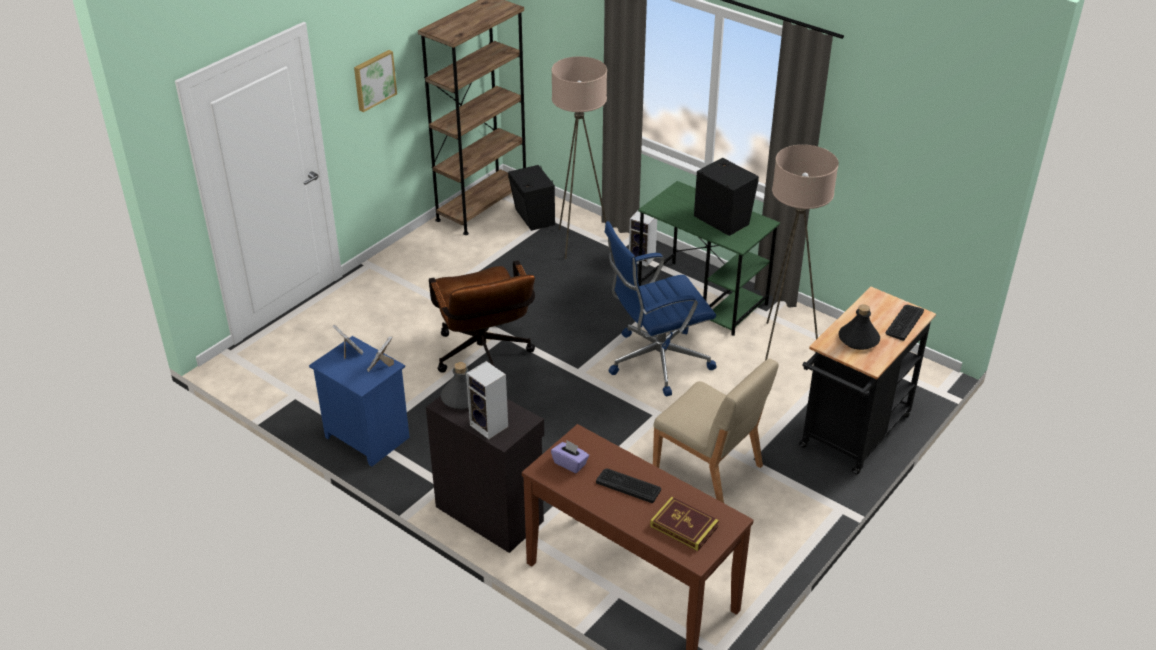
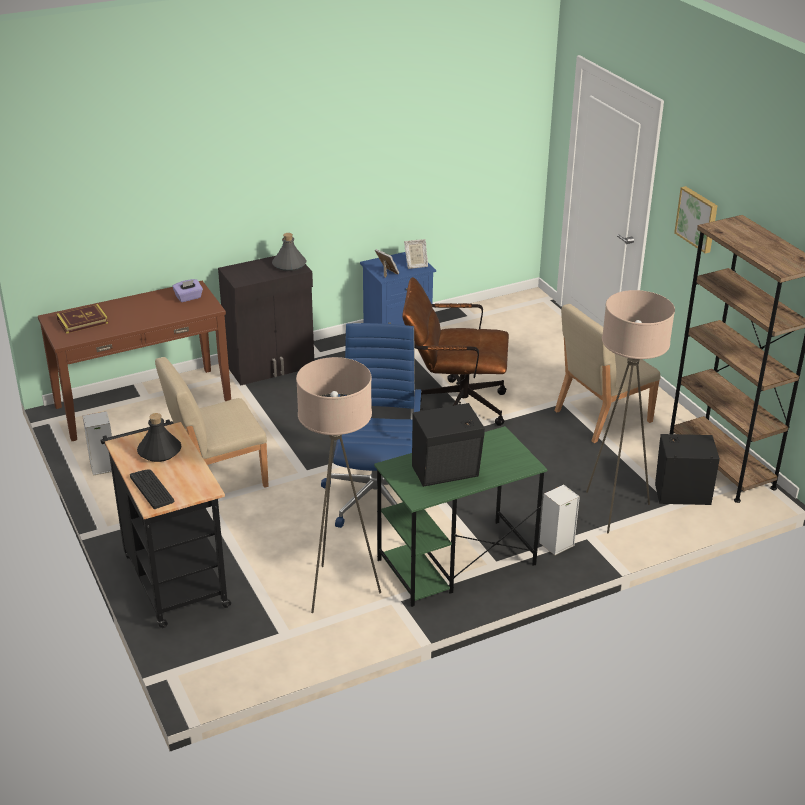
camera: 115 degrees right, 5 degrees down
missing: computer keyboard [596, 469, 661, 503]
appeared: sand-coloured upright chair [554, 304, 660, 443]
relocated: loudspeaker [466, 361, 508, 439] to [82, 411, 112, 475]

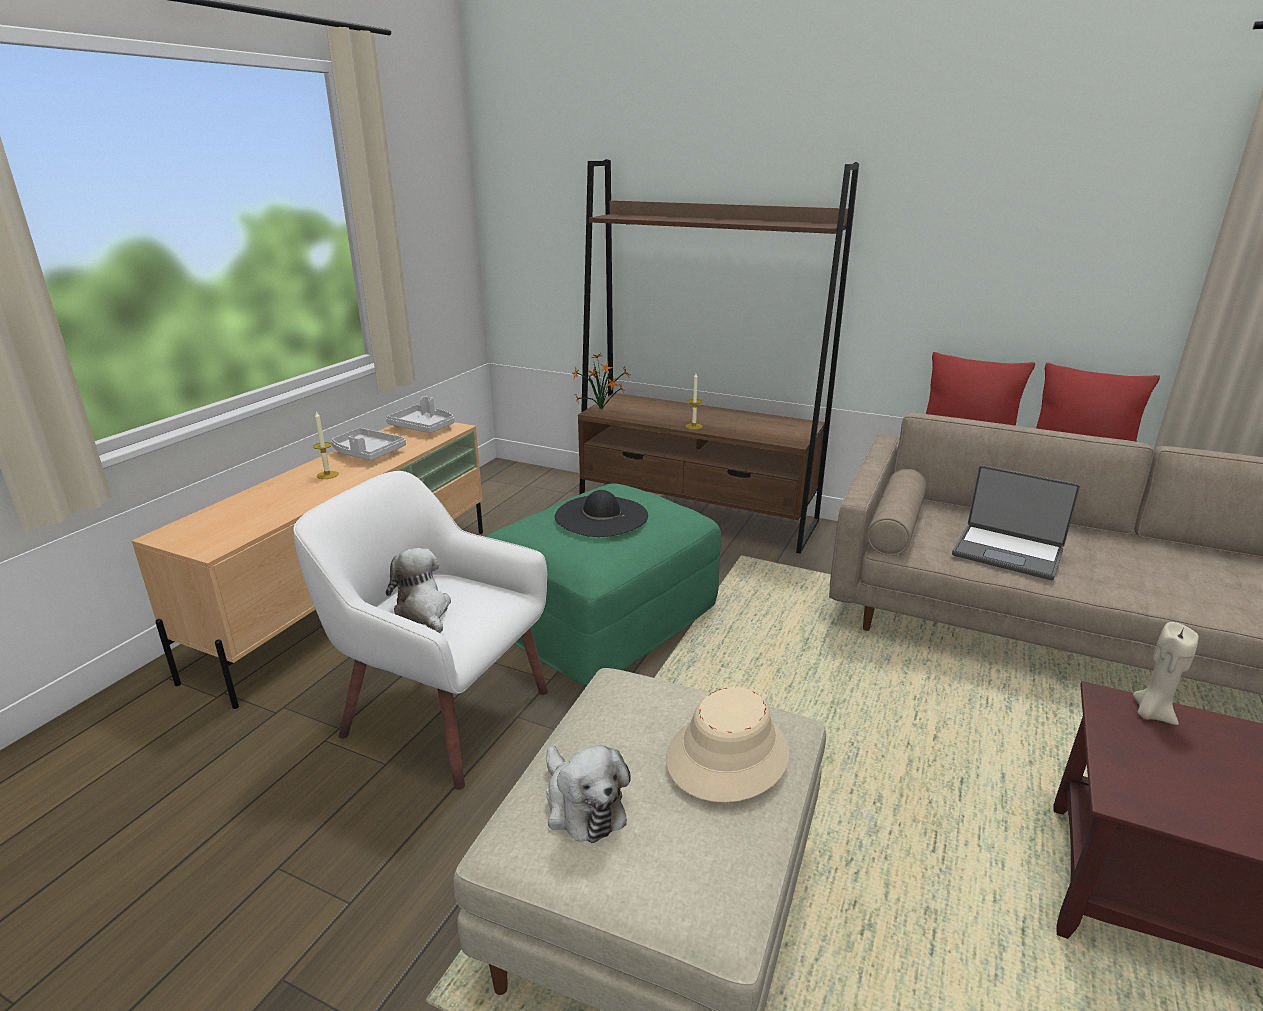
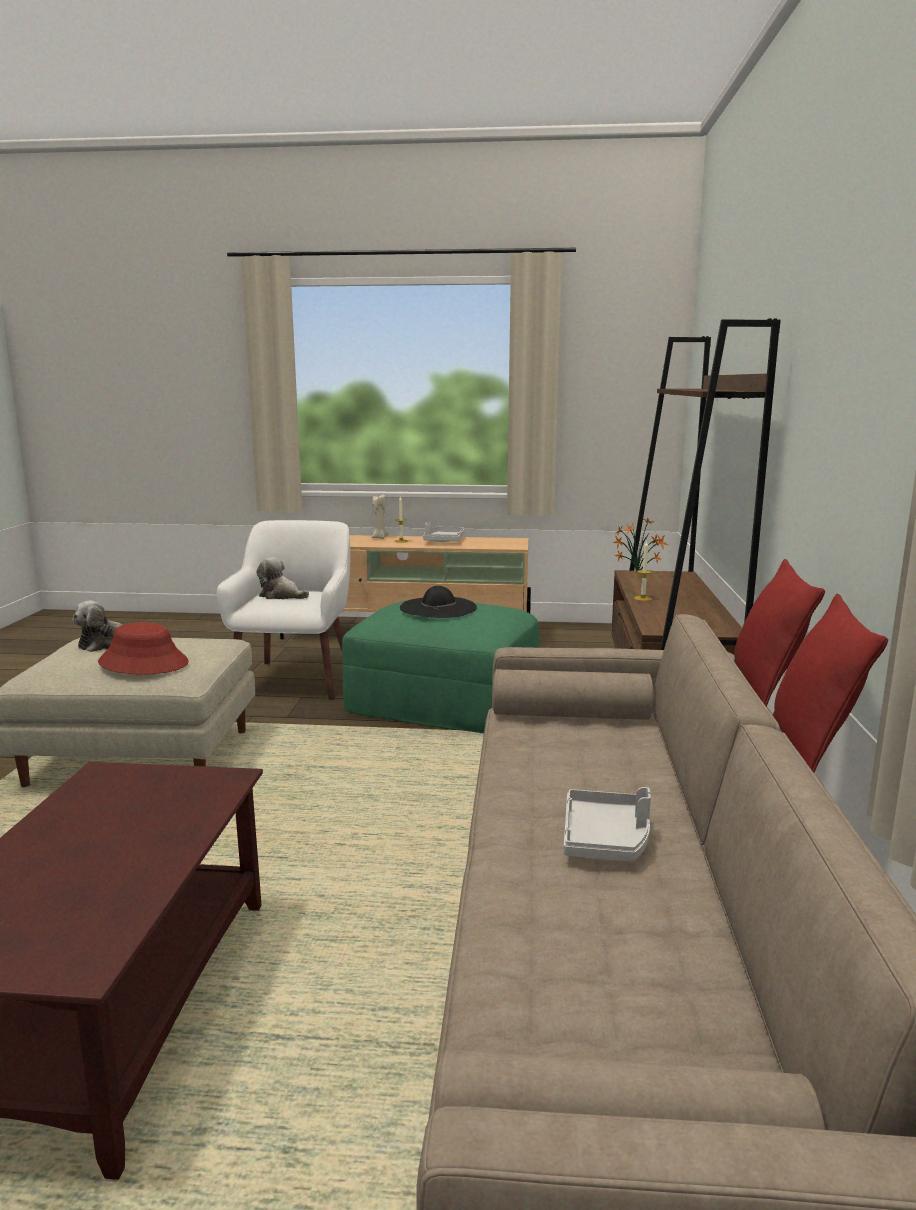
camera: 70 degrees right, 10 degrees down
missing: portable computer [952, 465, 1080, 580]
relocated: grey serving tray [386, 396, 455, 433] to [564, 787, 651, 861]; sand-coloured wax light [1133, 622, 1199, 725] to [371, 494, 389, 539]
colour: sand-coloured clothing hat [666, 687, 790, 803] to reddish clothing hat [98, 622, 189, 675]
spun: cuddly toy [386, 548, 451, 633] = [256, 557, 309, 599] 105 degrees counterclockwise

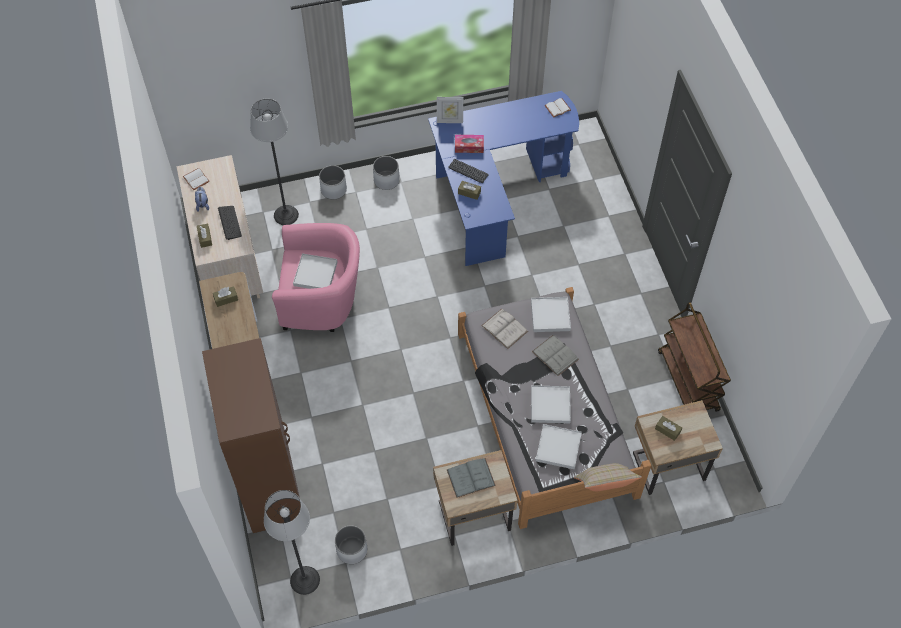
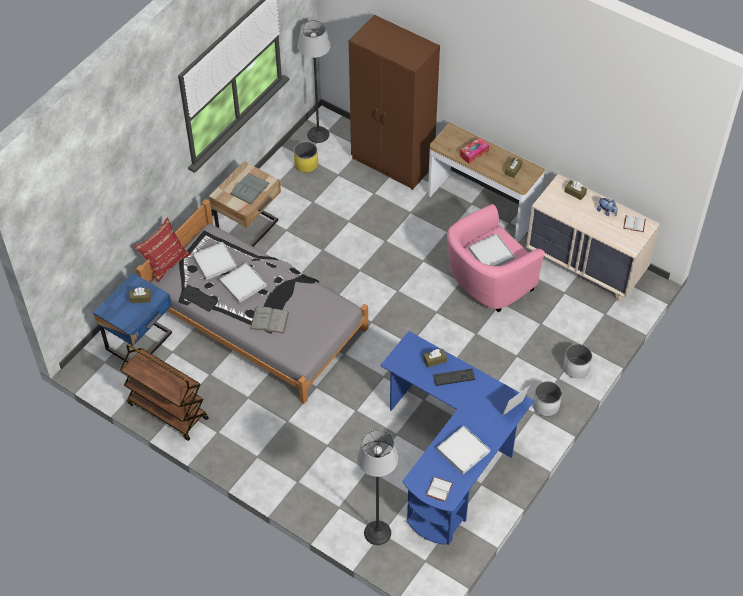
camera: 140 degrees right, 5 degrees down
missing: white book [482, 309, 528, 349]
relocated: computer keyboard [218, 206, 242, 240] to [180, 285, 218, 312]; standing lamp [250, 99, 299, 225] to [357, 430, 398, 545]; tissue box [455, 135, 484, 153] to [460, 138, 489, 164]; white serving tray [531, 297, 571, 332] to [437, 426, 490, 474]
colour: white flower pot [335, 525, 367, 564] to yellowish flower pot [294, 141, 318, 173]; sand-coloured throw pillow [573, 463, 642, 491] to reddish throw pillow [134, 217, 190, 282]; sand-coloured night table [633, 400, 723, 495] to blue night table [93, 273, 172, 363]

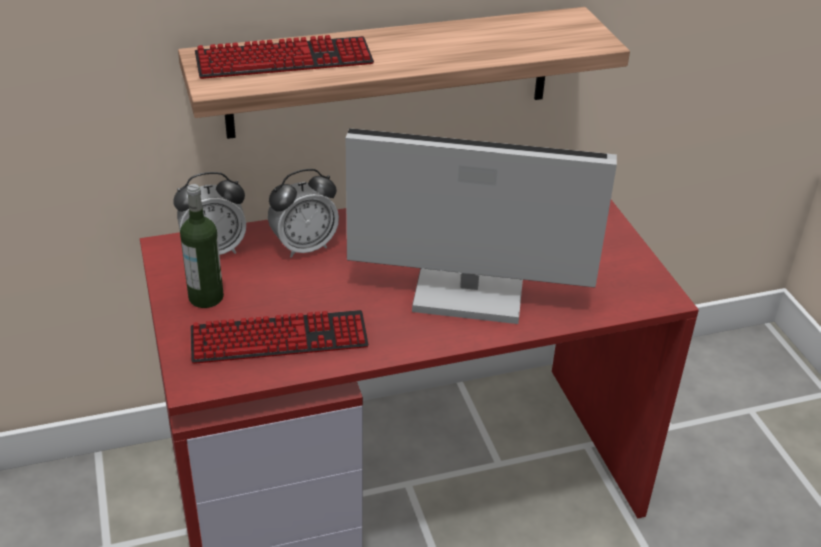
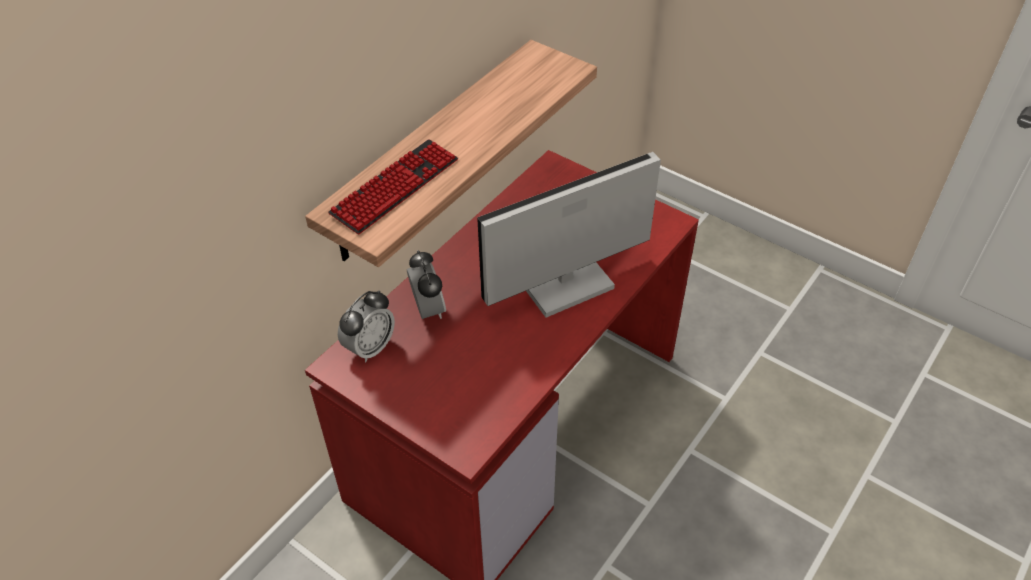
camera: 35 degrees left, 10 degrees up
missing: beverage bottle [180, 184, 224, 308]; computer keyboard [191, 310, 369, 364]
spun: table clock [268, 169, 339, 258] = [407, 250, 446, 319] 45 degrees counterclockwise

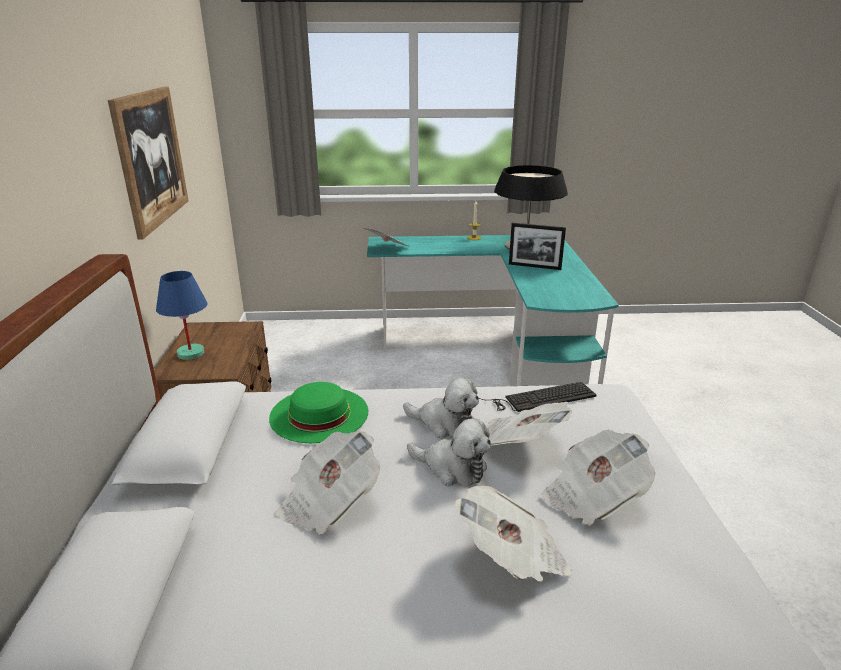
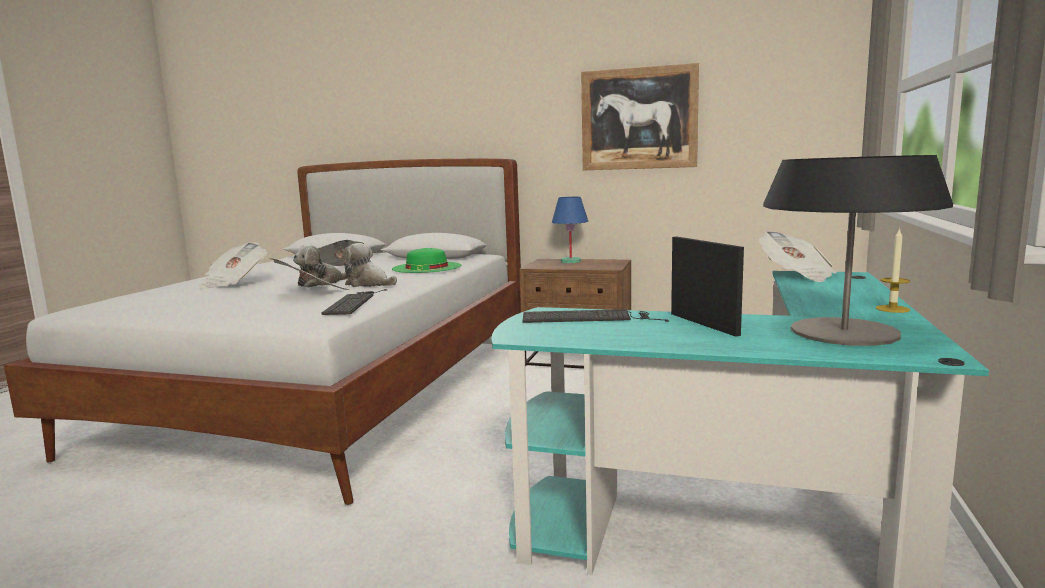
camera: 110 degrees right, 15 degrees down
missing: printed paper [542, 430, 655, 526]
appeared: computer keyboard [523, 309, 669, 323]
spun: cuddly toy [403, 378, 479, 439] = [342, 243, 397, 287] 75 degrees clockwise; photo frame [509, 223, 566, 270] = [671, 237, 744, 337] 120 degrees clockwise

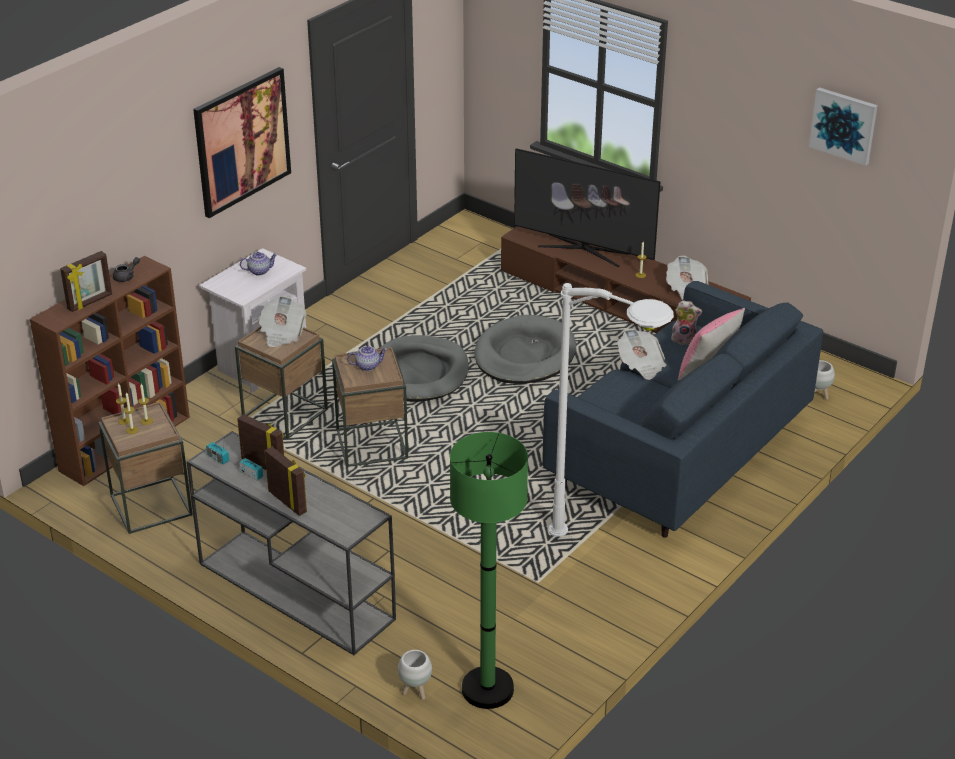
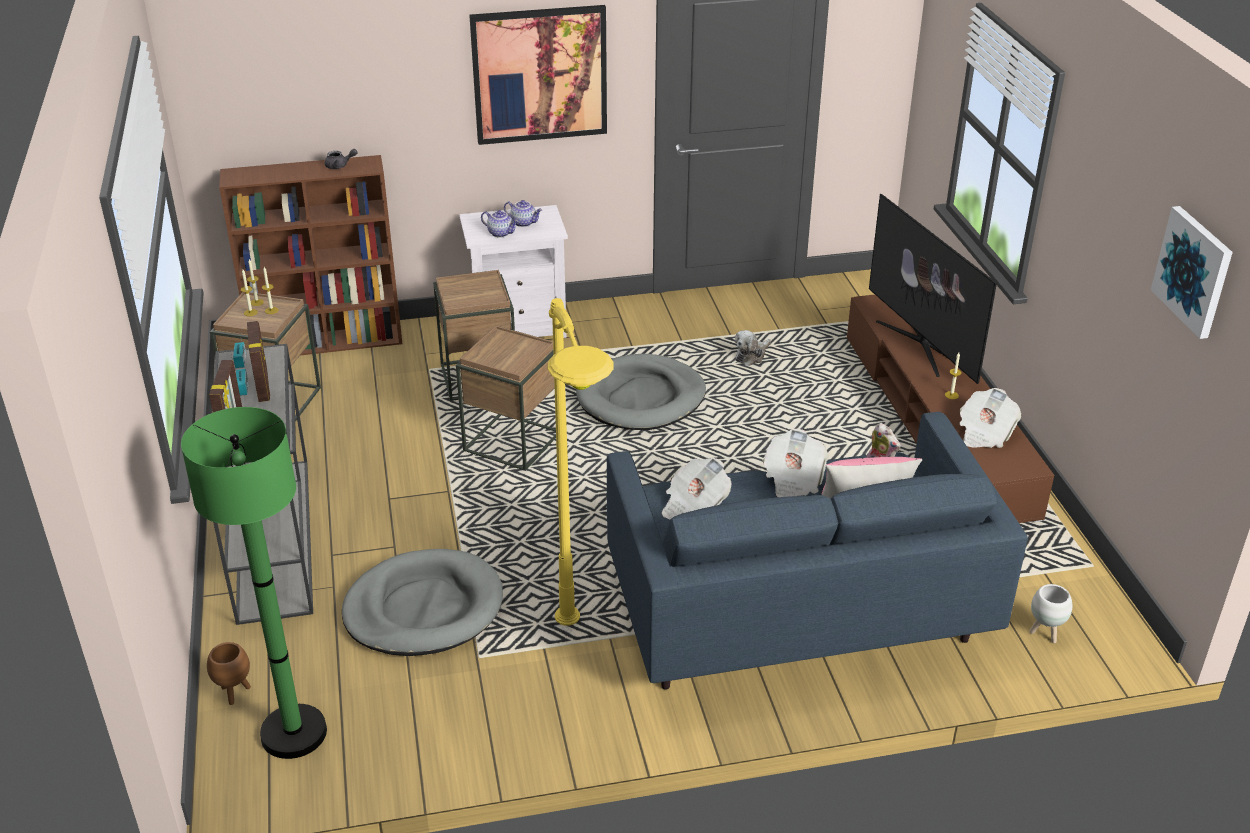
camera: 40 degrees right, 0 degrees up
missing: photo frame [60, 251, 112, 312]
appeared: cuddly toy [735, 330, 771, 366]
relocated: printed paper [258, 296, 307, 347] to [662, 458, 732, 520]; teapot [347, 346, 388, 371] to [481, 210, 519, 237]; grey pet bed [475, 315, 576, 384] to [342, 549, 503, 656]
colour: white flower pot [398, 650, 432, 700] to brown-coloured flower pot [207, 642, 251, 705]; white standing lamp [548, 283, 674, 537] to yellowish standing lamp [547, 298, 614, 625]

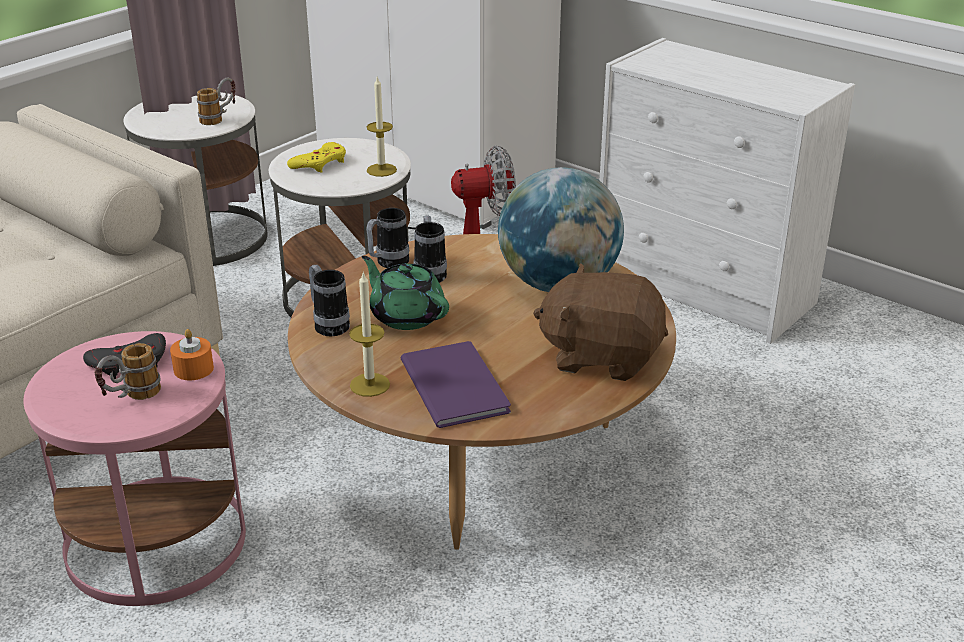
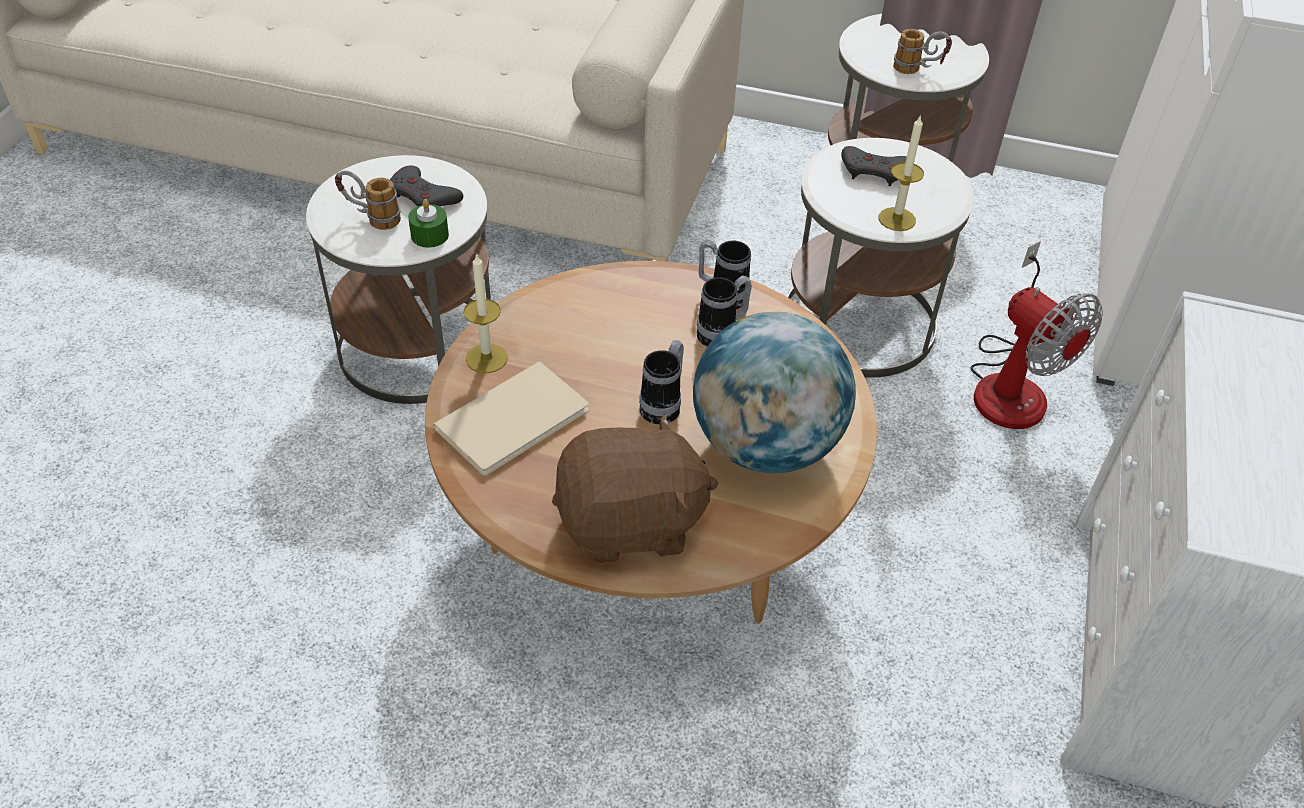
camera: 65 degrees right, 15 degrees up
missing: green-coloured teapot [362, 256, 449, 330]
relocated: tea mug [309, 265, 350, 336] to [639, 340, 684, 424]
colour: pinkish end table [23, 331, 246, 606] to white end table [306, 155, 491, 404]; orangey wax light [170, 329, 214, 380] to green-coloured wax light [408, 199, 449, 248]; yellowish game controller [287, 142, 346, 173] to grey game controller [841, 146, 907, 186]; purple-coloured book [401, 341, 511, 428] to sand-coloured book [433, 362, 588, 476]
spun: brown-coloured cuddly toy [533, 263, 668, 381] = [552, 413, 718, 563] 90 degrees clockwise

